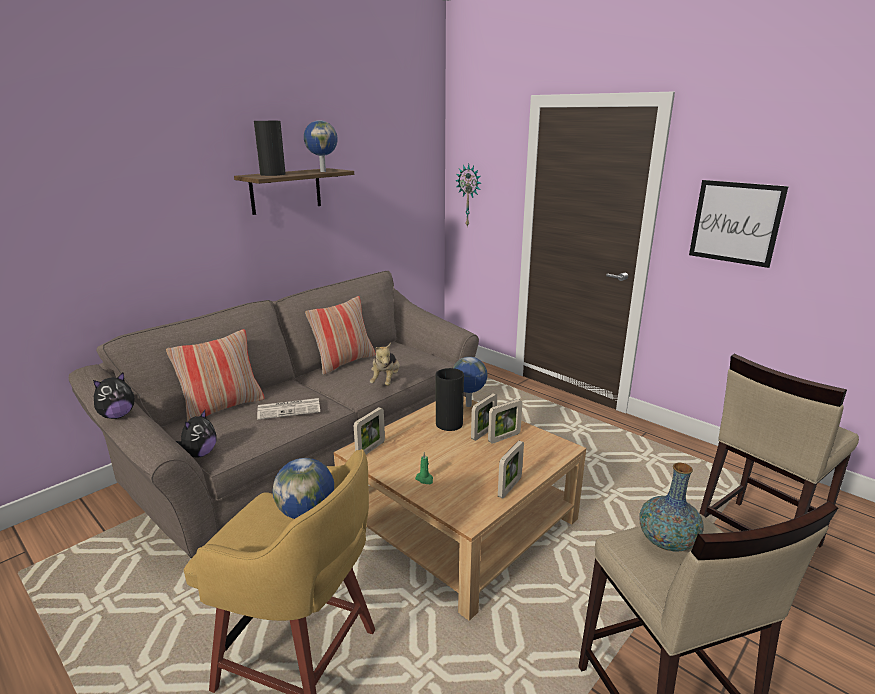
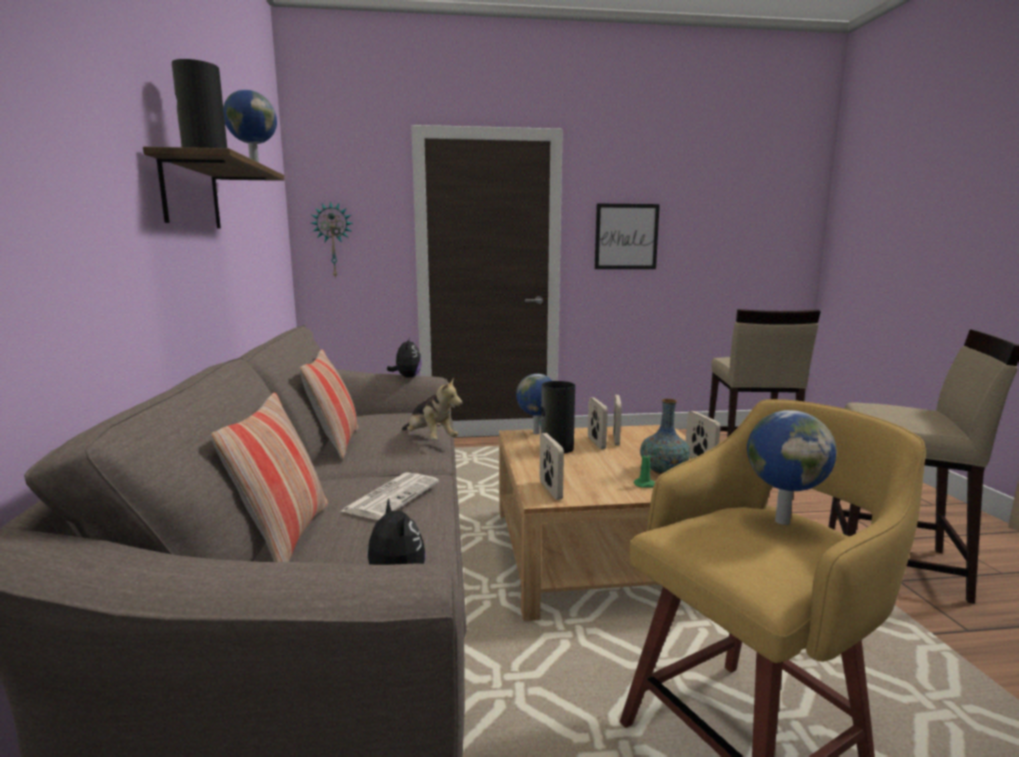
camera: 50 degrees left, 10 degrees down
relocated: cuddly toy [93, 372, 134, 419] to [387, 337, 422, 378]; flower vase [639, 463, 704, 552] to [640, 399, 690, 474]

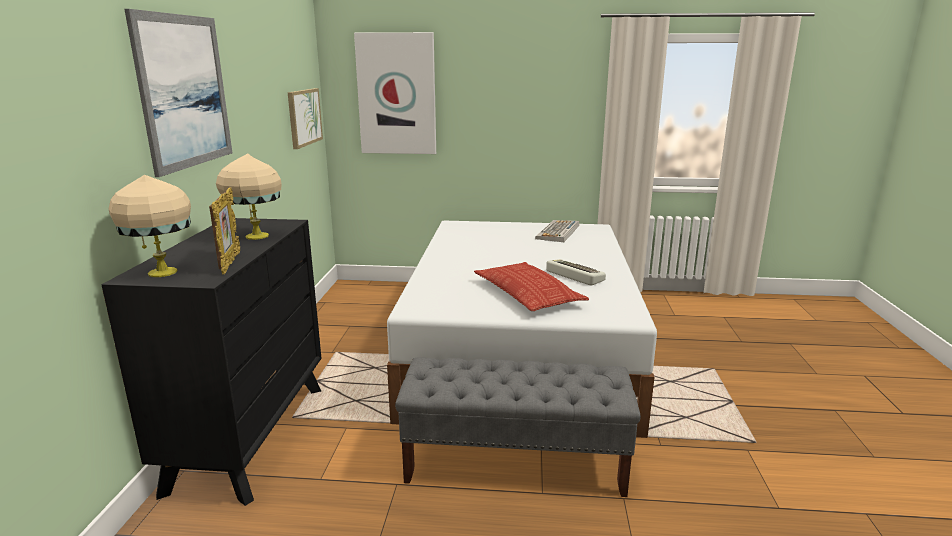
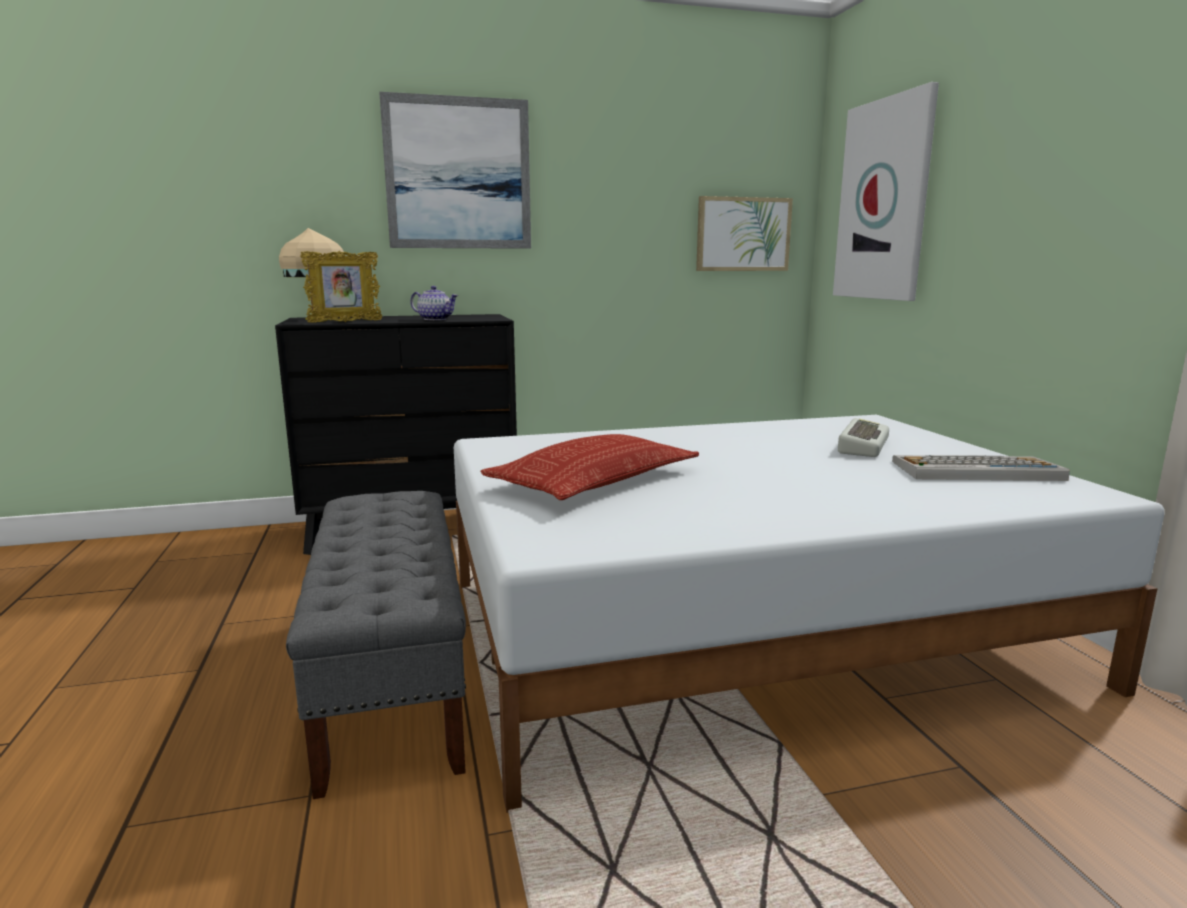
camera: 70 degrees right, 5 degrees down
relocated: computer keyboard [546, 259, 606, 286] to [838, 418, 889, 457]
exchanged: sand-coloured lamp for a table [216, 154, 282, 240] to teapot [410, 286, 458, 320]

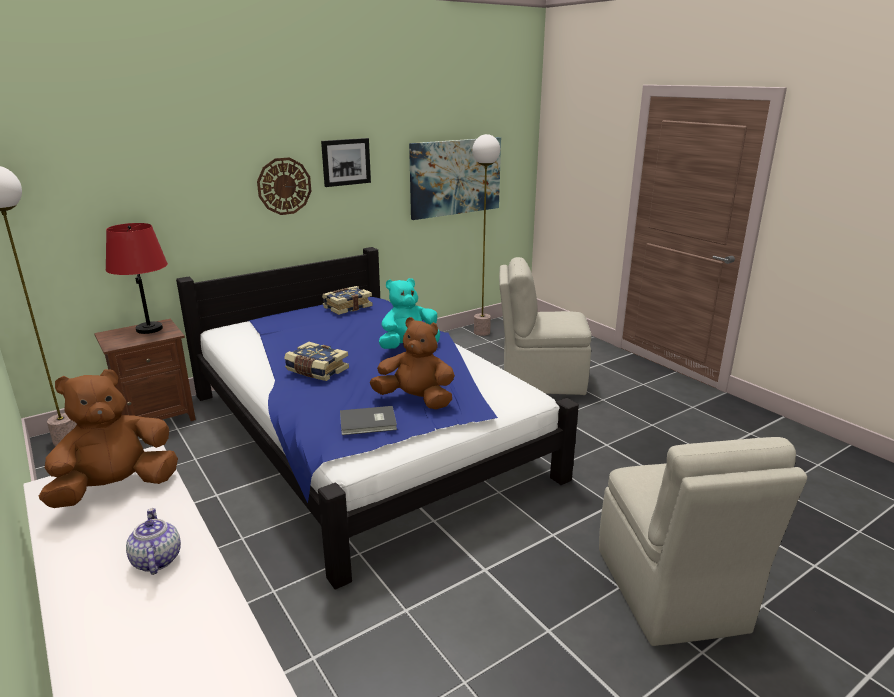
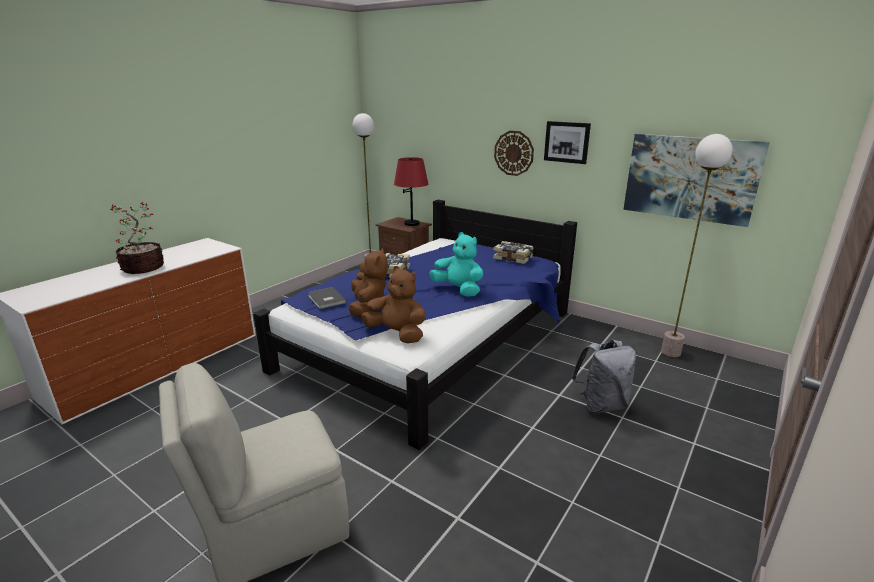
camera: 70 degrees right, 0 degrees up
relocated: brown-coloured cuddly toy [39, 369, 178, 508] to [361, 266, 426, 344]
exchanged: teapot [126, 508, 181, 575] to houseplant [111, 202, 164, 274]; sand-coloured upright chair [499, 257, 591, 395] to grey rucksack [571, 340, 636, 414]

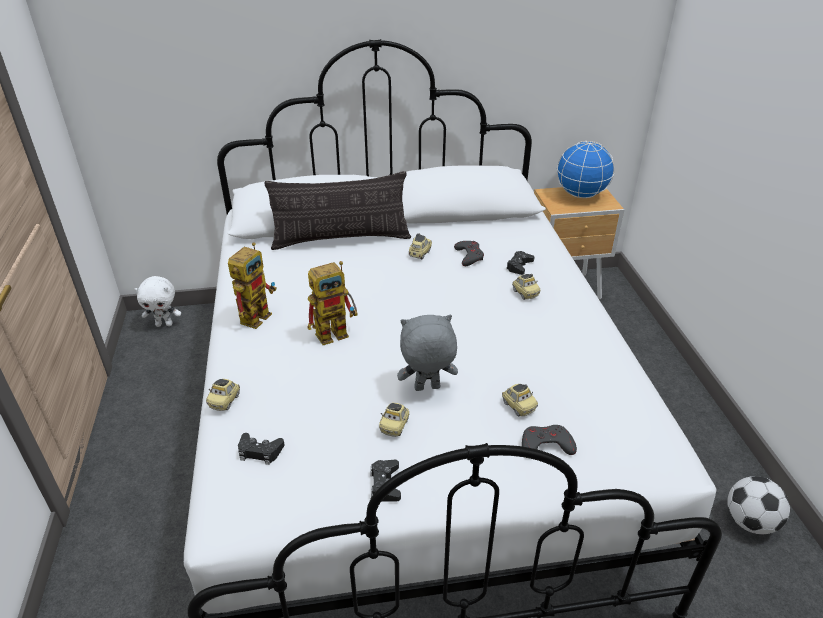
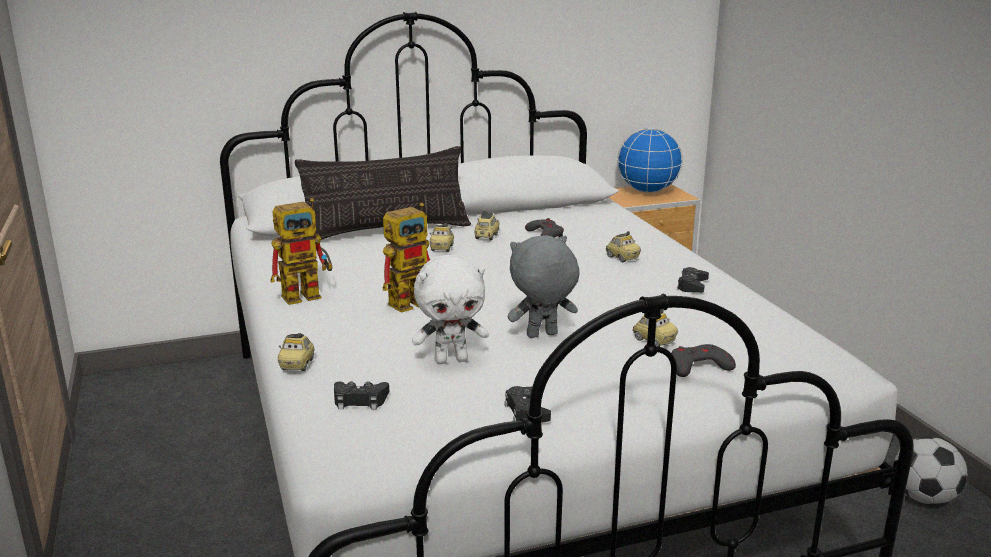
camera: 10 degrees left, 15 degrees down
relocated: white cuddly toy [134, 276, 181, 327] to [412, 255, 489, 364]; model car [379, 403, 409, 437] to [430, 223, 454, 252]; black-coloured game controller [506, 251, 535, 275] to [677, 267, 709, 293]
spun: model robot [228, 242, 277, 329] = [271, 198, 332, 305] 45 degrees clockwise

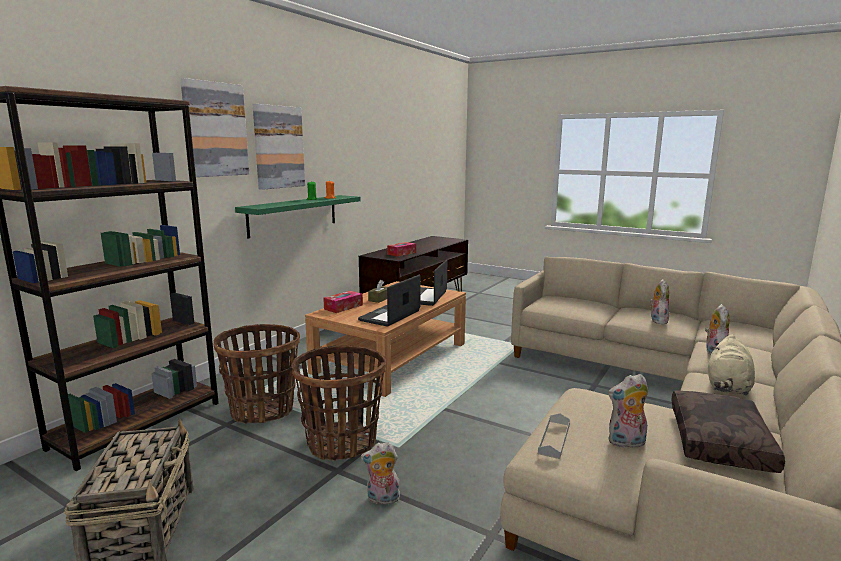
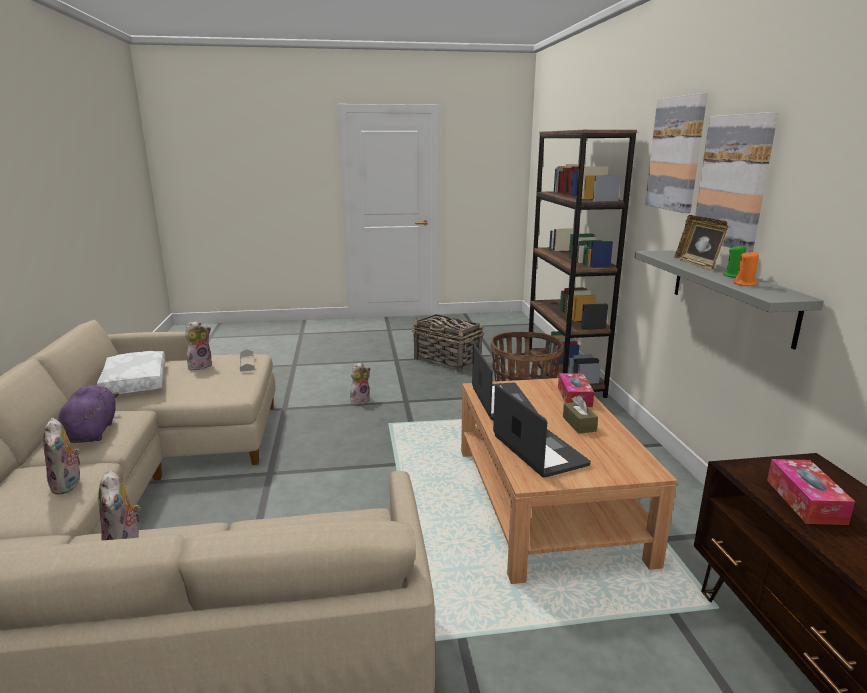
camera: 140 degrees right, 5 degrees up
missing: basket [292, 346, 386, 461]
appeared: photo frame [674, 215, 728, 271]
colour: green-coloured bracket shelf [235, 195, 361, 238] to grey bracket shelf [635, 250, 824, 350]; brown-coloured throw pillow [671, 390, 785, 473] to white throw pillow [97, 351, 166, 395]; sand-coloured cuddly toy [708, 335, 755, 396] to purple-coloured cuddly toy [58, 385, 119, 443]

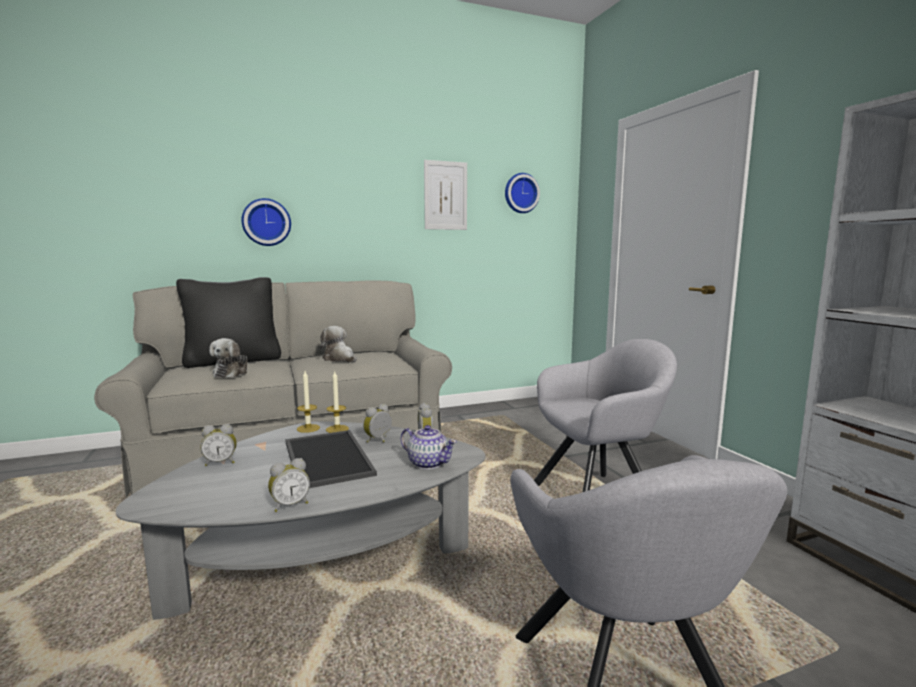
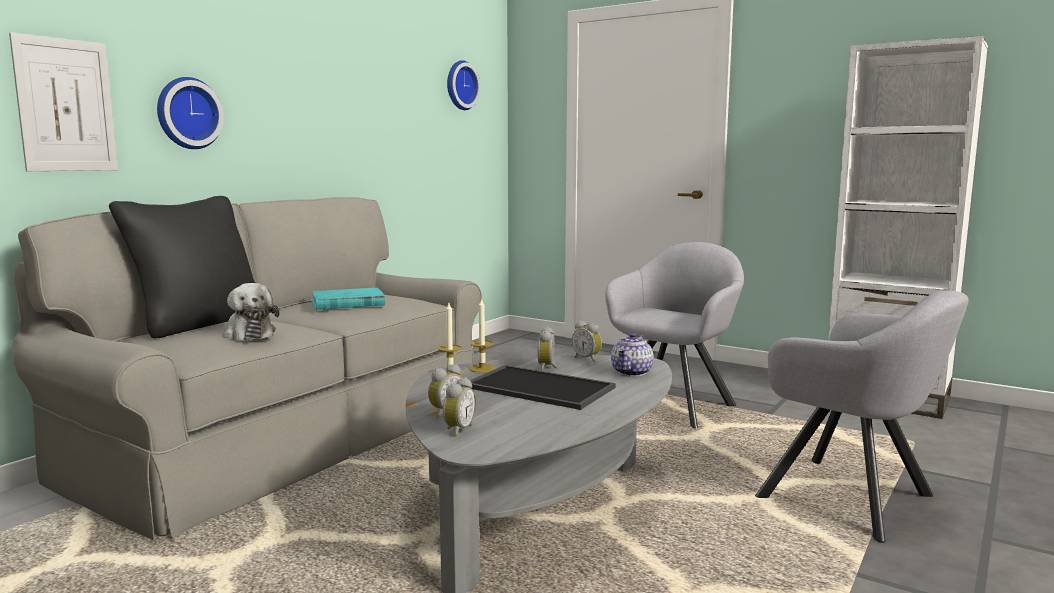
camera: 35 degrees left, 0 degrees up
relocated: table clock [268, 458, 310, 512] to [443, 377, 476, 437]; wall art [424, 160, 467, 230] to [9, 32, 118, 171]
exchanged: cuddly toy [320, 326, 357, 363] to turquoise book [311, 287, 385, 310]
spun: teapot [401, 425, 457, 469] = [611, 333, 654, 377] 120 degrees clockwise

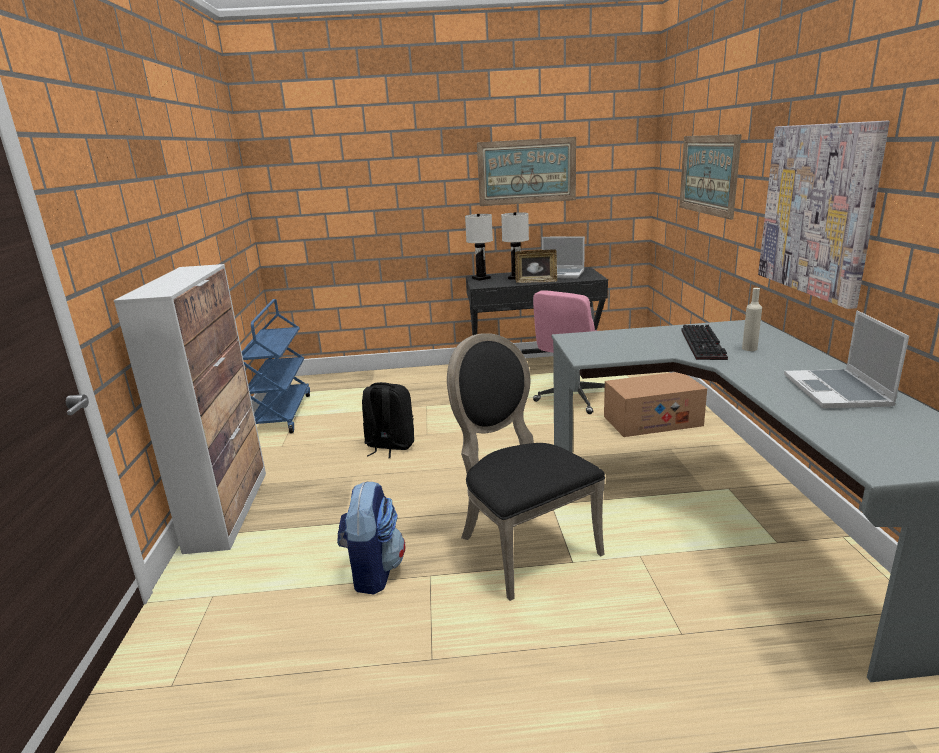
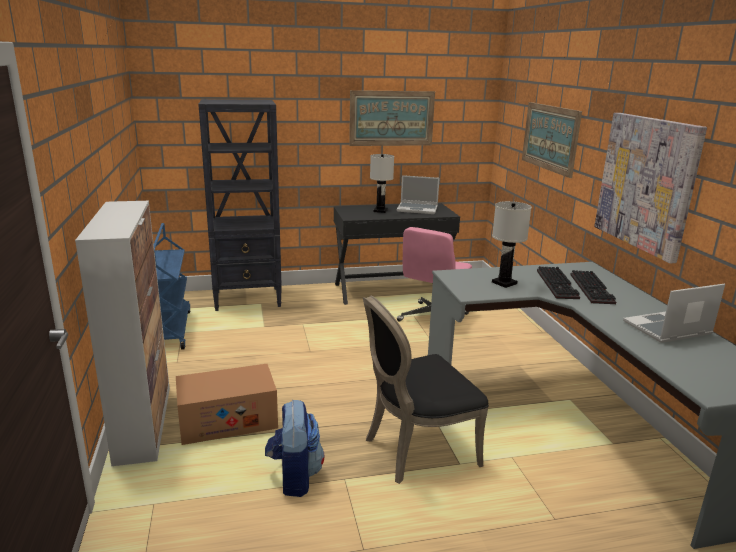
camera: 10 degrees left, 0 degrees up
missing: black-coloured rucksack [362, 382, 414, 458]; photo frame [515, 249, 557, 283]
appeared: black-coloured bookshelf [198, 99, 282, 311]
relocated: white lamp for a table [465, 214, 493, 281] to [492, 201, 532, 288]; cardboard box [604, 372, 707, 437] to [176, 364, 278, 445]
exchanged: sand-coloured beverage bottle [742, 288, 762, 351] to computer keyboard [570, 270, 616, 304]
spun: black-coloured upright chair [447, 333, 605, 601] = [363, 296, 489, 484] 75 degrees counterclockwise; portable computer [784, 310, 909, 408] = [623, 284, 725, 343] 75 degrees clockwise

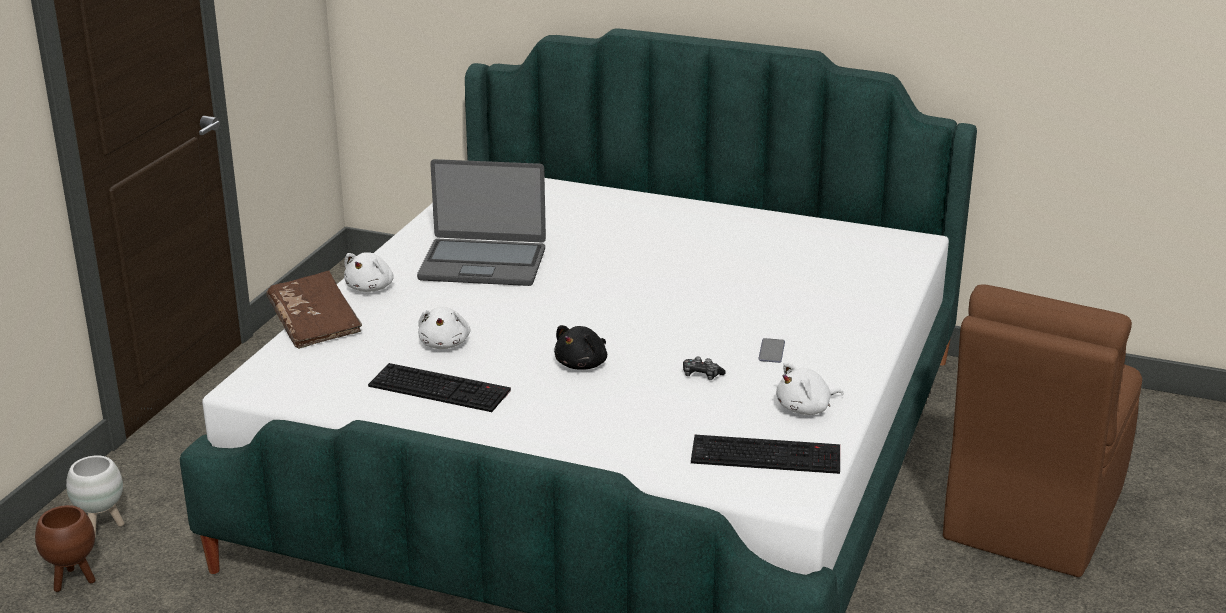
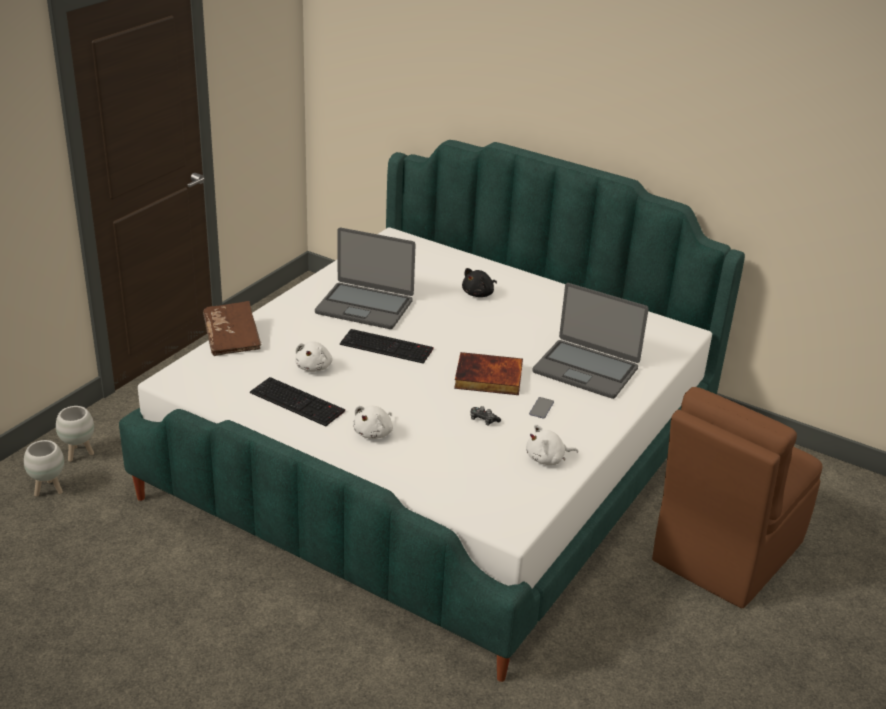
camera: 10 degrees right, 5 degrees up
appeared: book [454, 352, 523, 395]; portable computer [532, 283, 649, 399]
relocated: white cuddly toy [344, 252, 394, 292] to [353, 406, 393, 439]; black-coloured cuddly toy [554, 325, 607, 370] to [462, 268, 497, 297]; computer keyboard [691, 435, 840, 474] to [340, 329, 433, 364]
colour: brown-coloured flower pot [35, 505, 95, 592] to white flower pot [24, 440, 64, 497]

